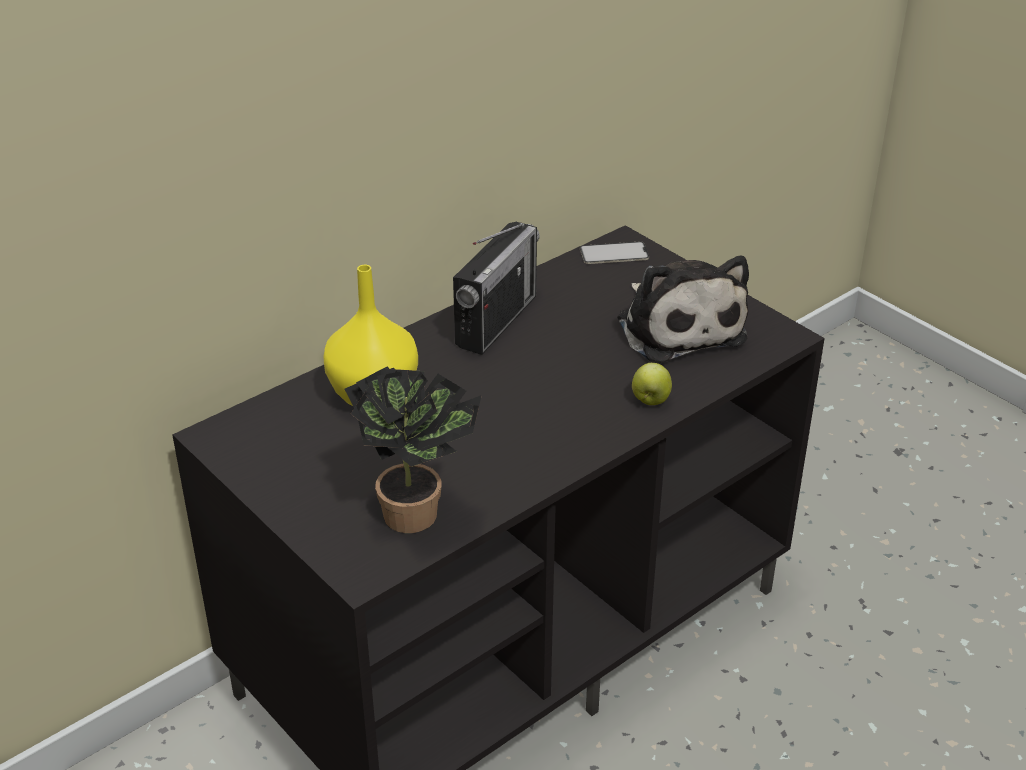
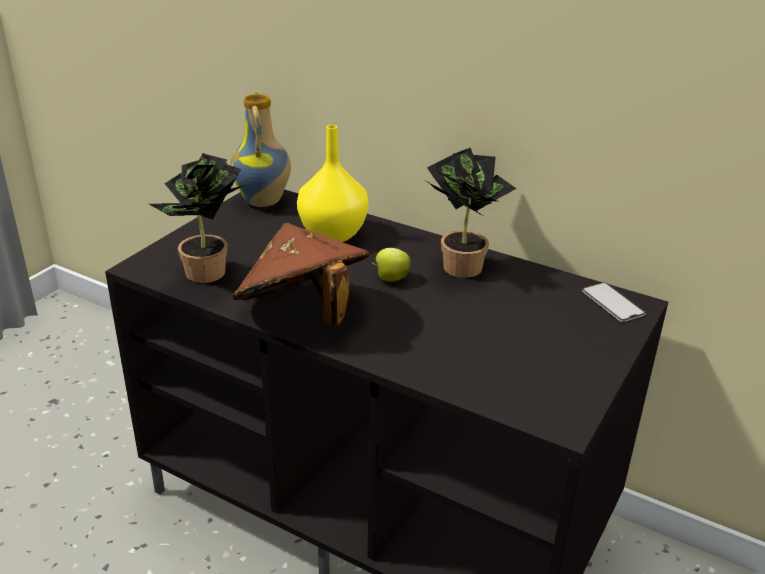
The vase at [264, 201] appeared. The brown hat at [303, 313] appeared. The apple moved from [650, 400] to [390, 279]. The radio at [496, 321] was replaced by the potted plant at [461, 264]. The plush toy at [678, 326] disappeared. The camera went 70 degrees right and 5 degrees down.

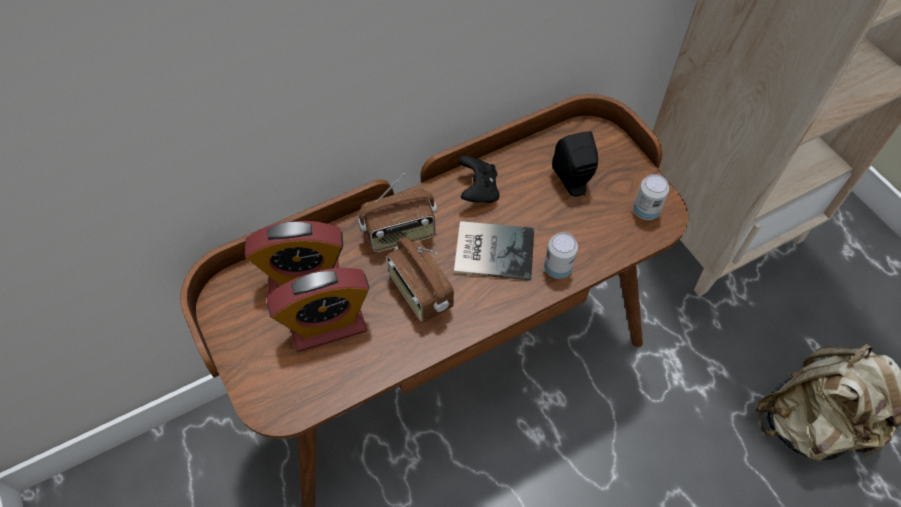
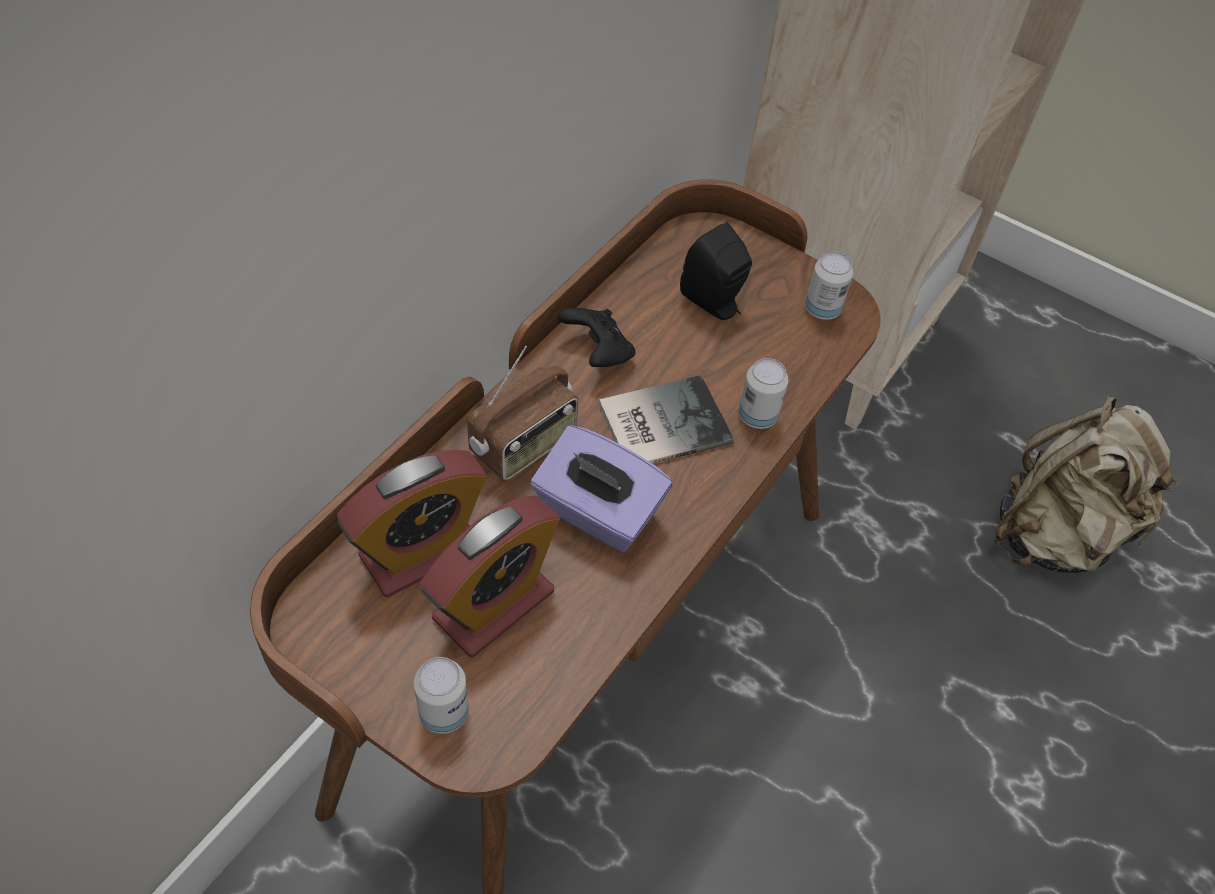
The can at [444, 713] appeared. The radio at [420, 293] was replaced by the purple tissue box at [597, 513]. The camera went 30 degrees left and 5 degrees down.

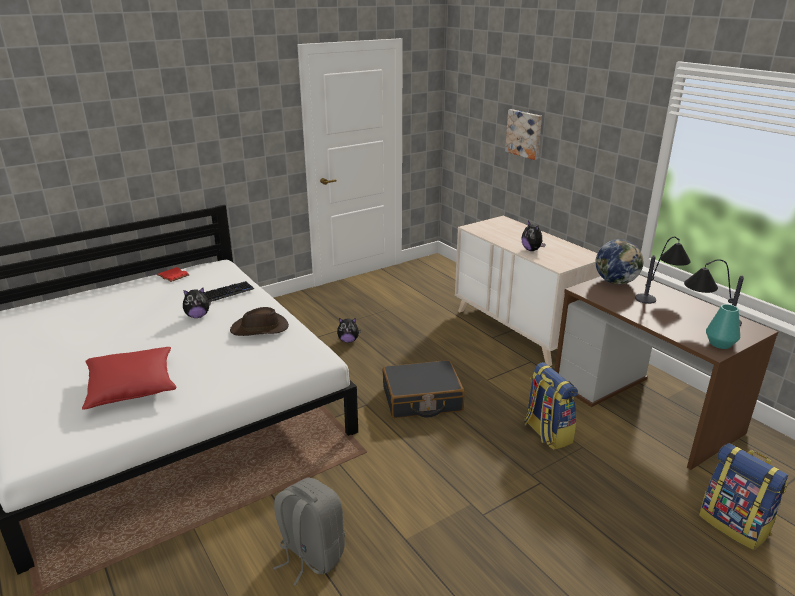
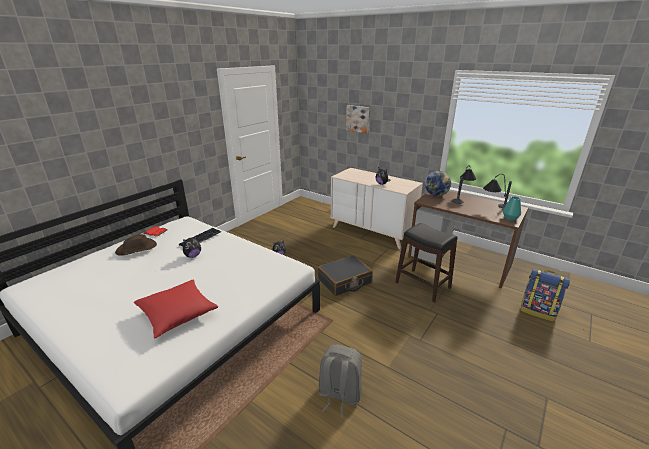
The brown hat moved from [260, 328] to [137, 249]. The backpack at [546, 433] was replaced by the black stool at [422, 285]. The camera went 20 degrees left and 0 degrees up.

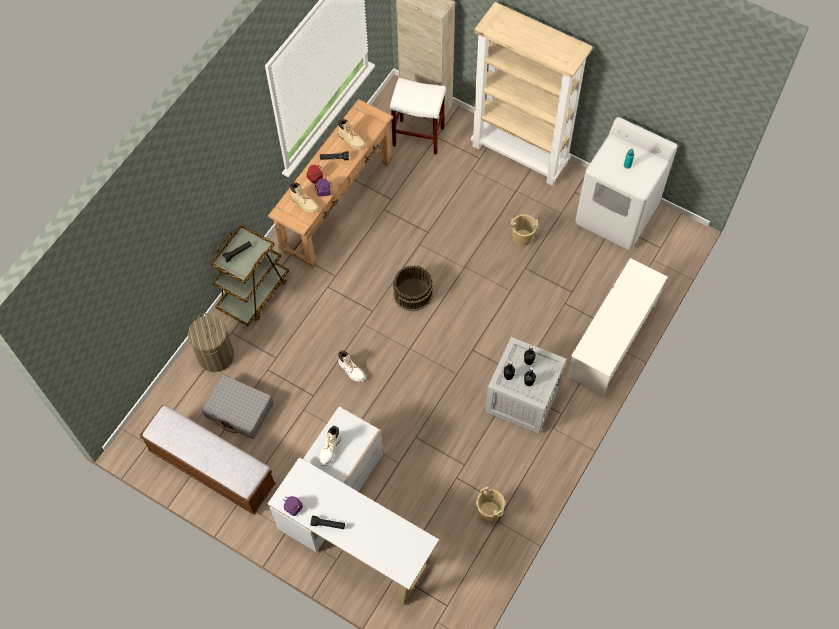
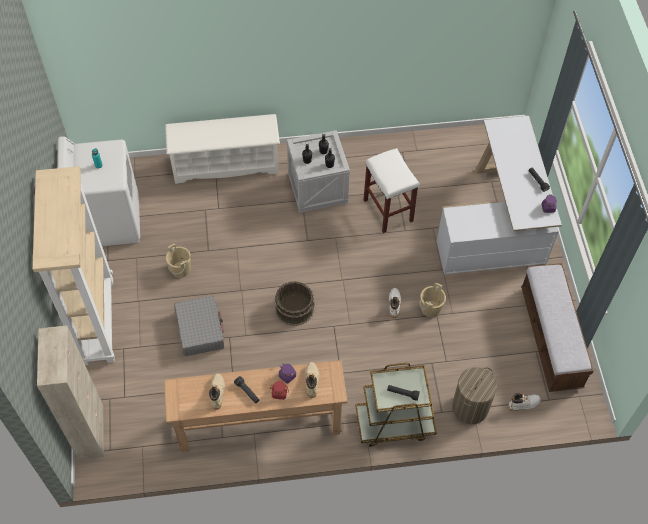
The grey suitcase moved from [239, 410] to [200, 330]. The white stool moved from [419, 136] to [387, 210]. The beige bucket moved from [489, 511] to [430, 308]. The white boot moved from [330, 450] to [523, 404]. The camera went 130 degrees left and 5 degrees down.

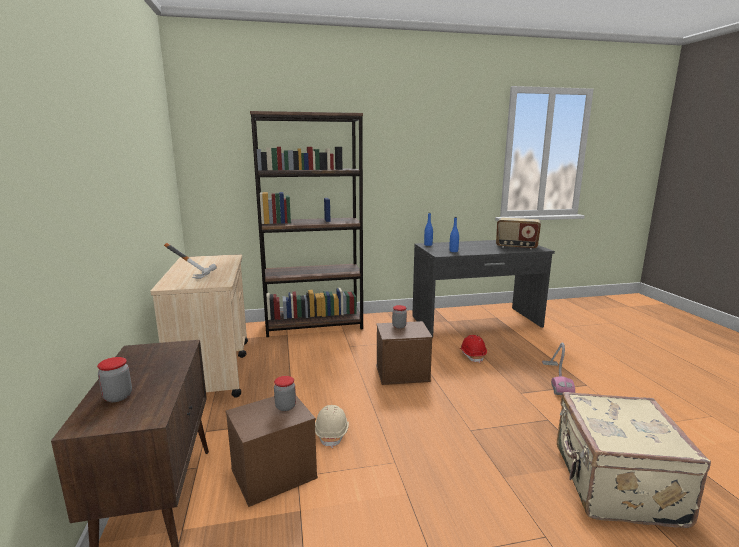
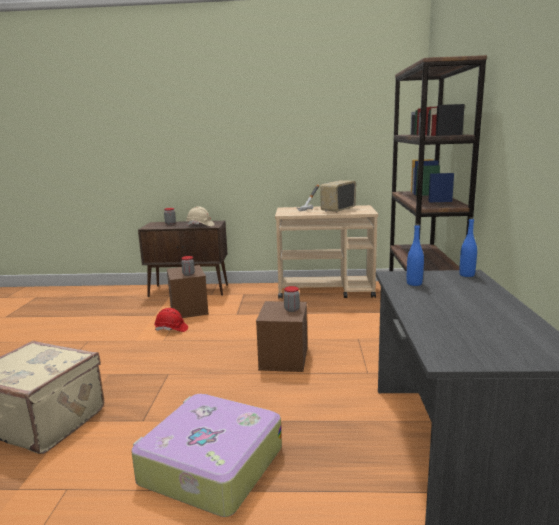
The vacuum cleaner at [556, 378] was replaced by the suitcase at [210, 466]. The red hard hat moved from [472, 355] to [171, 329]. The beige hard hat moved from [332, 433] to [200, 225]. The radio moved from [516, 247] to [338, 210]. The camera went 105 degrees right and 0 degrees up.

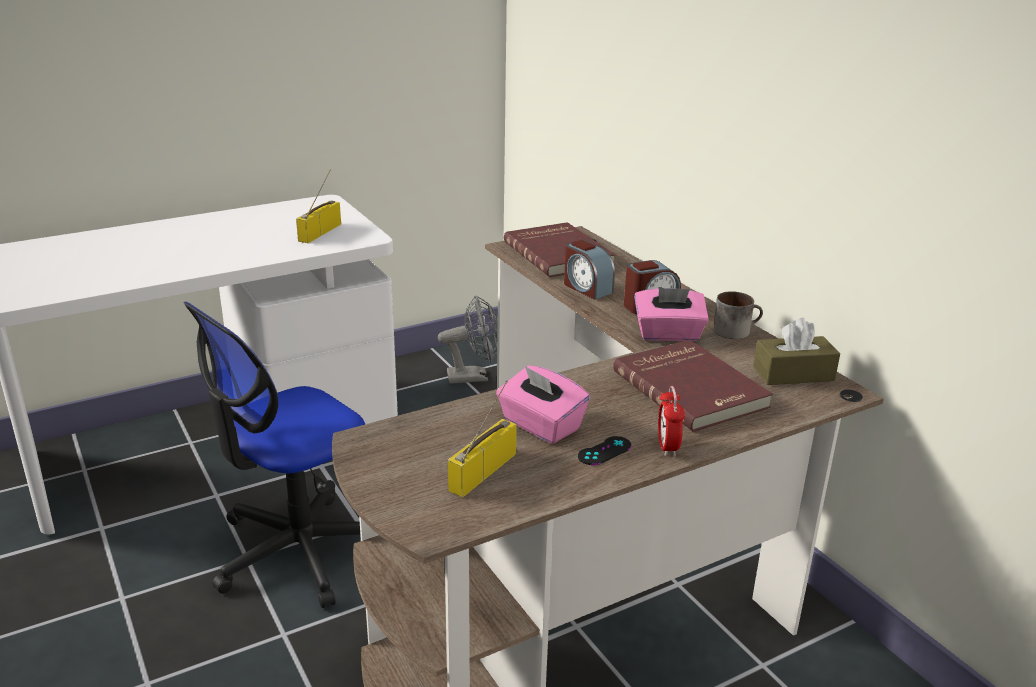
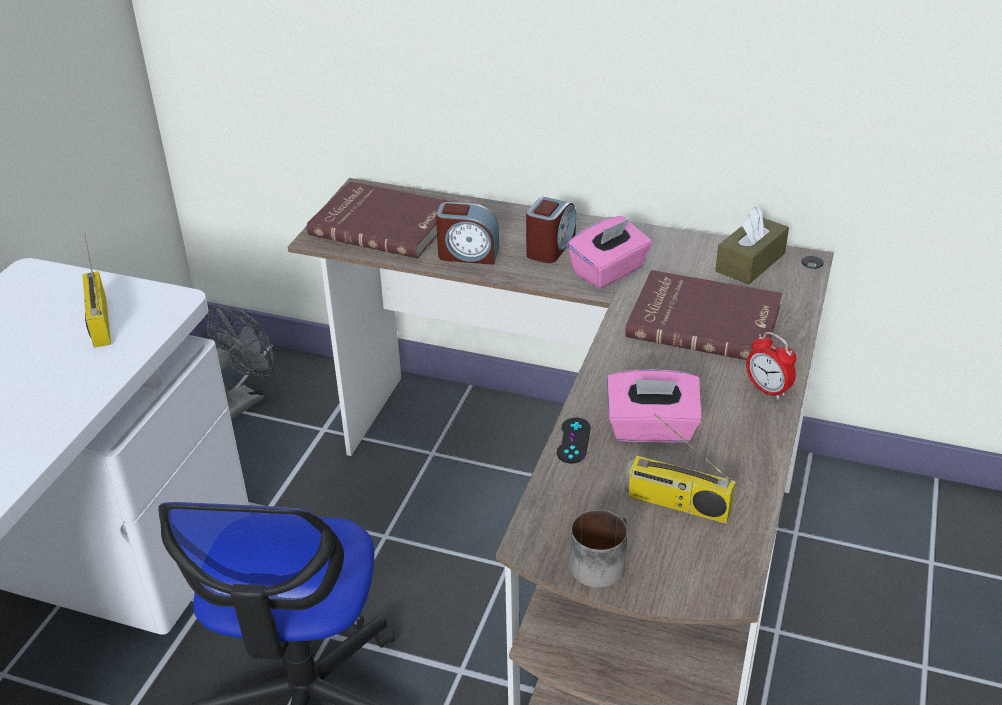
The black game controller moved from [604, 451] to [573, 440]. The mug moved from [735, 330] to [600, 561]. The radio at [483, 470] turned 60 degrees counterclockwise. The camera went 40 degrees left and 10 degrees up.

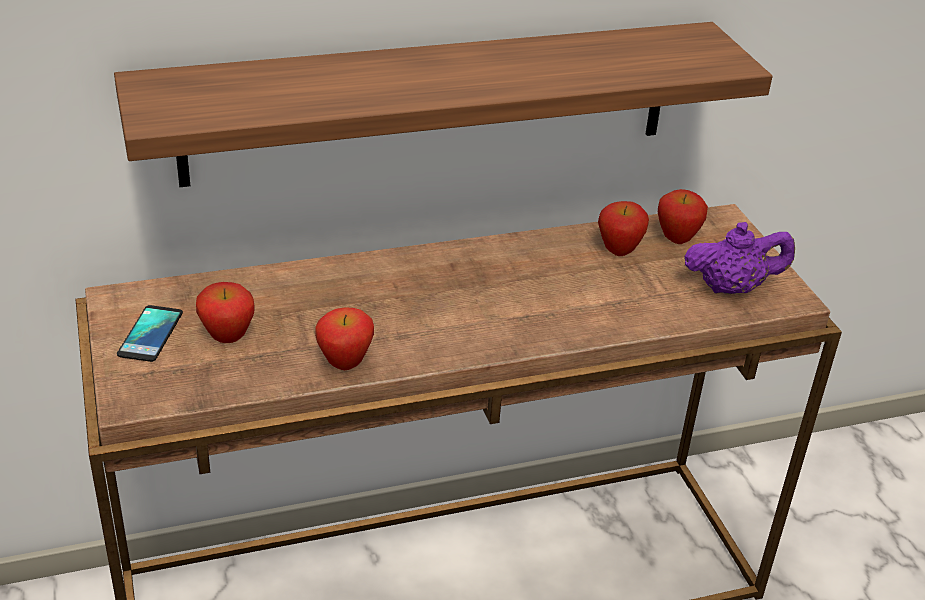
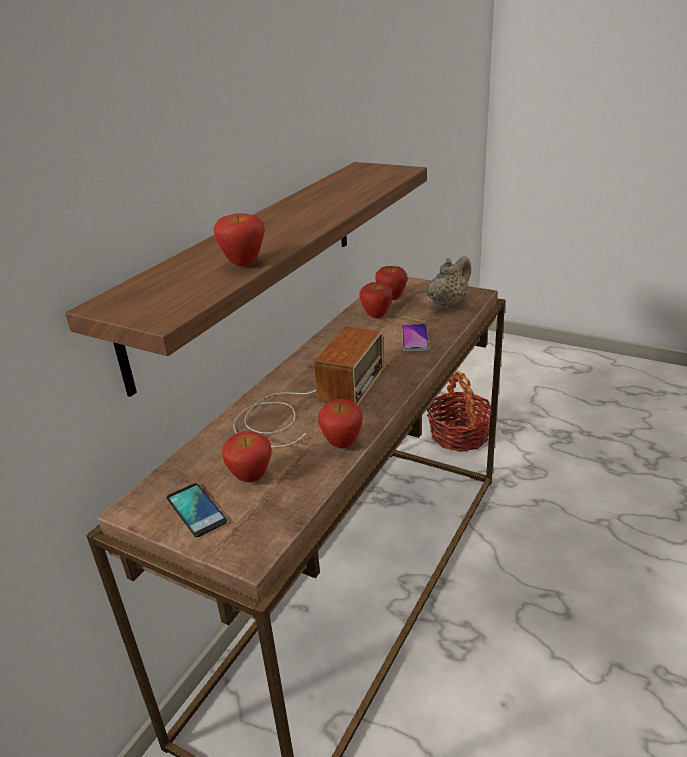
The apple at [244, 264] appeared. The radio at [307, 404] appeared. The phone at [415, 338] appeared. The purple teapot at [731, 288] became the beige teapot at [448, 303]. The basket at [459, 435] appeared. The camera went 40 degrees left and 5 degrees down.

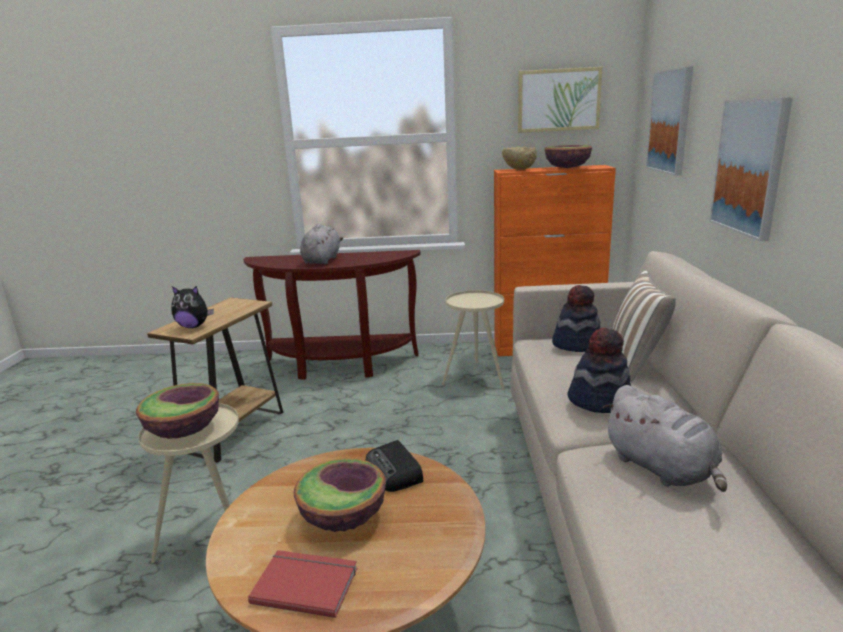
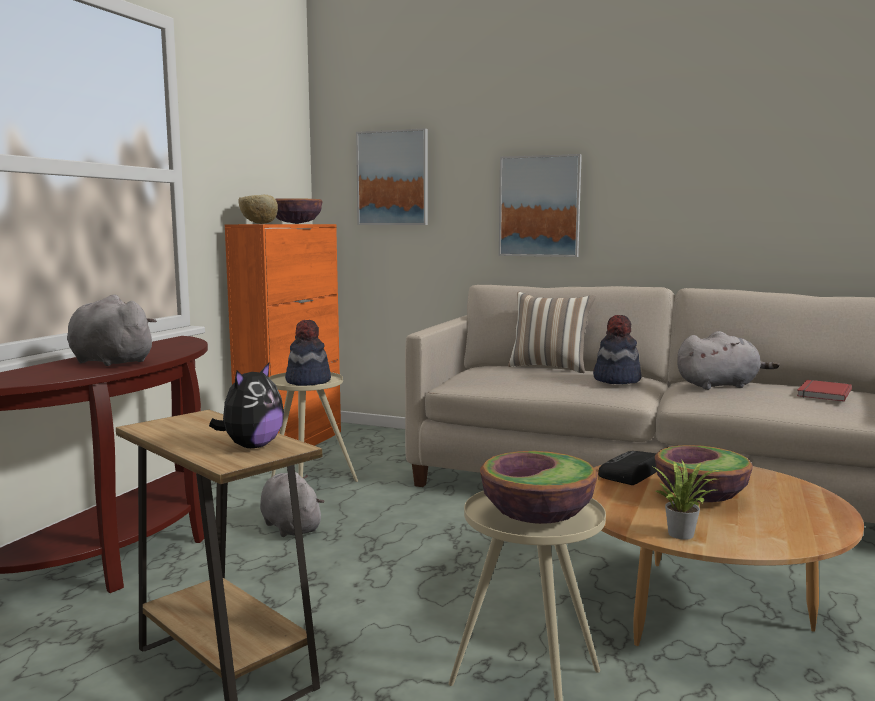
The grey plush toy at [290, 526] appeared. The hat moved from [576, 344] to [307, 381]. The radio at [394, 471] turned 135 degrees clockwise. The potted plant at [683, 533] appeared. The red book moved from [306, 583] to [822, 393]. The picture at [558, 100] disappeared. The camera went 70 degrees left and 10 degrees down.

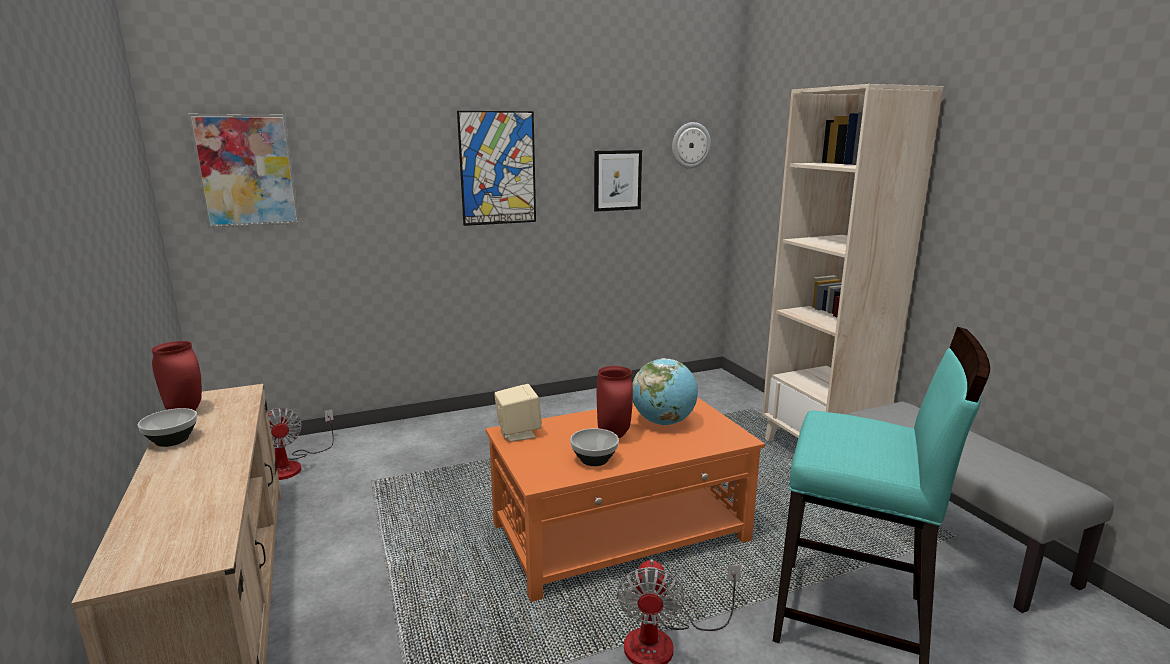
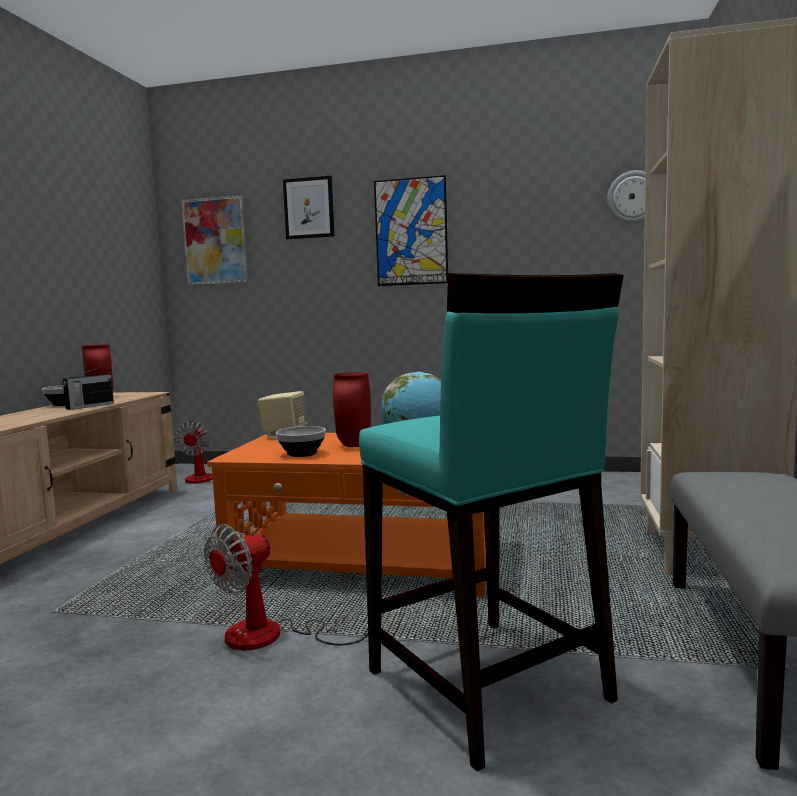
The radio at [89, 406] appeared. The picture moved from [617, 180] to [309, 208]. The camera went 35 degrees right and 10 degrees down.

